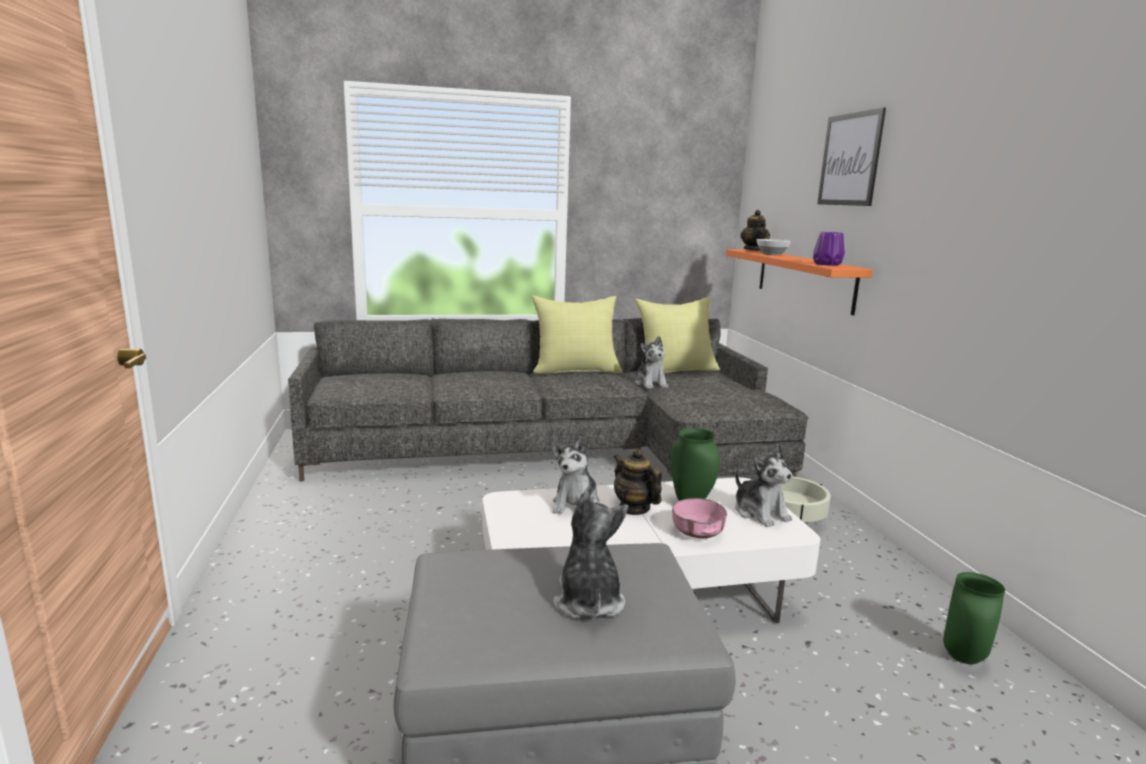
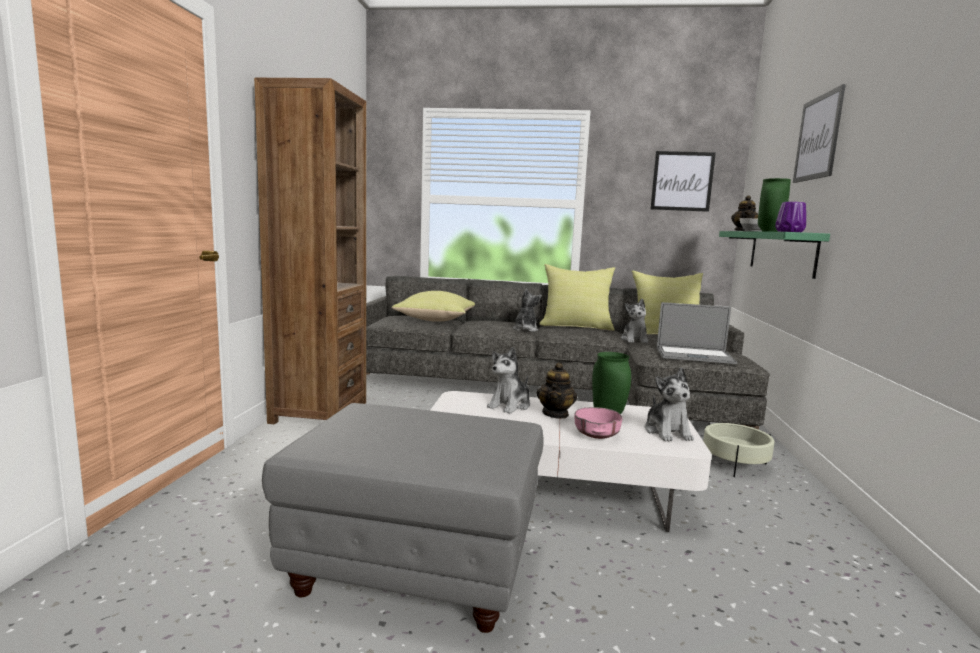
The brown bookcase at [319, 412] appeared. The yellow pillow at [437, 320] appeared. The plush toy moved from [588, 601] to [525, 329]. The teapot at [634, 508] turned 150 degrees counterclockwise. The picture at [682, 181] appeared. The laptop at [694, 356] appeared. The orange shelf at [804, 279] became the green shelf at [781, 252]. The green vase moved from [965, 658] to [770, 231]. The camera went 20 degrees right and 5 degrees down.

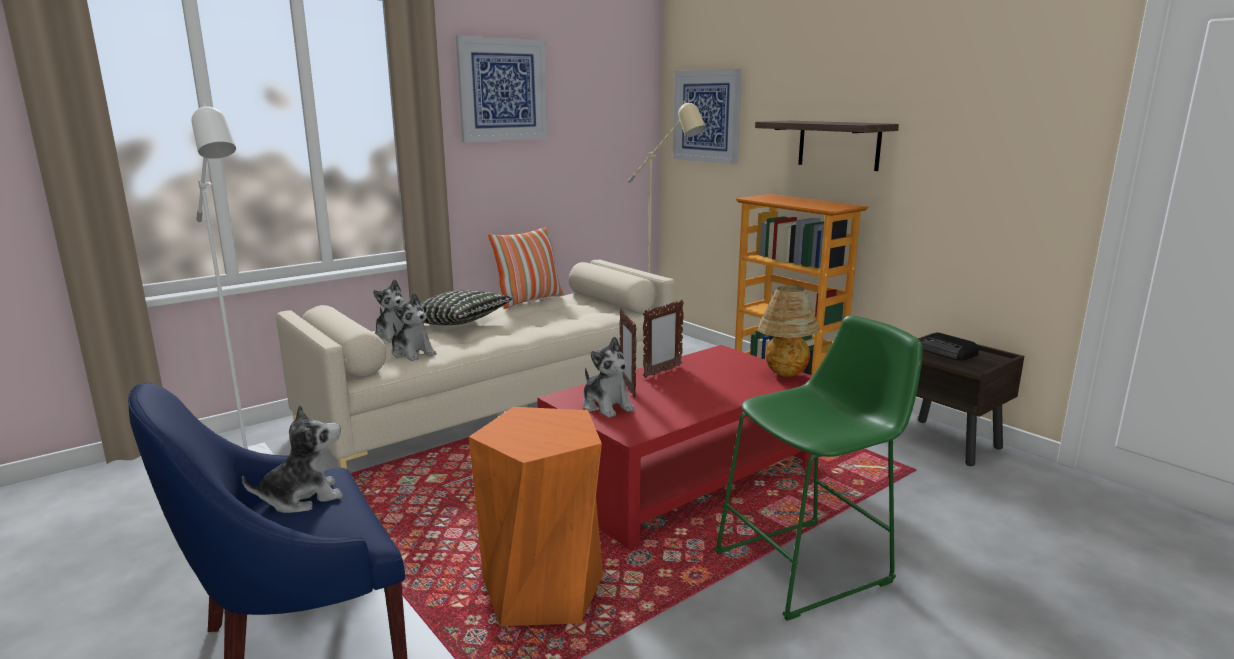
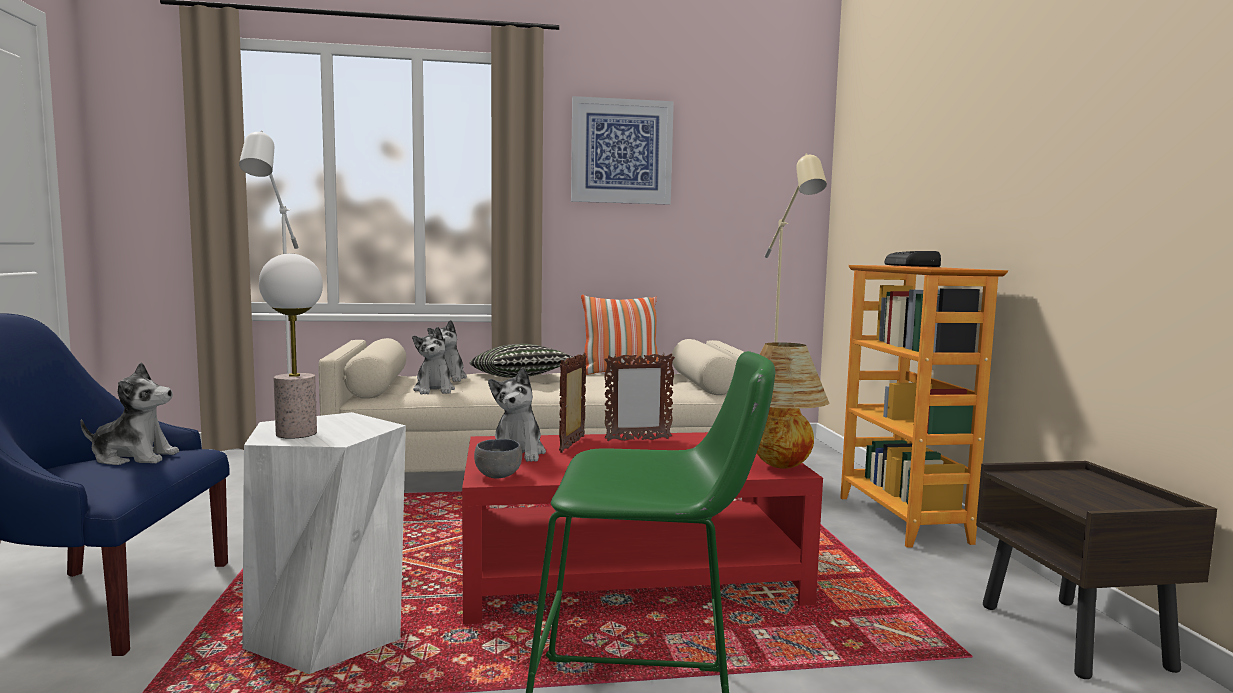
The orange stool at [543, 591] became the white stool at [328, 634]. The table lamp at [297, 433] appeared. The grey bowl at [499, 476] appeared. The radio moved from [947, 352] to [912, 266]. The picture at [707, 116] disappeared. The shelf at [838, 145] disappeared. The camera went 30 degrees right and 10 degrees down.

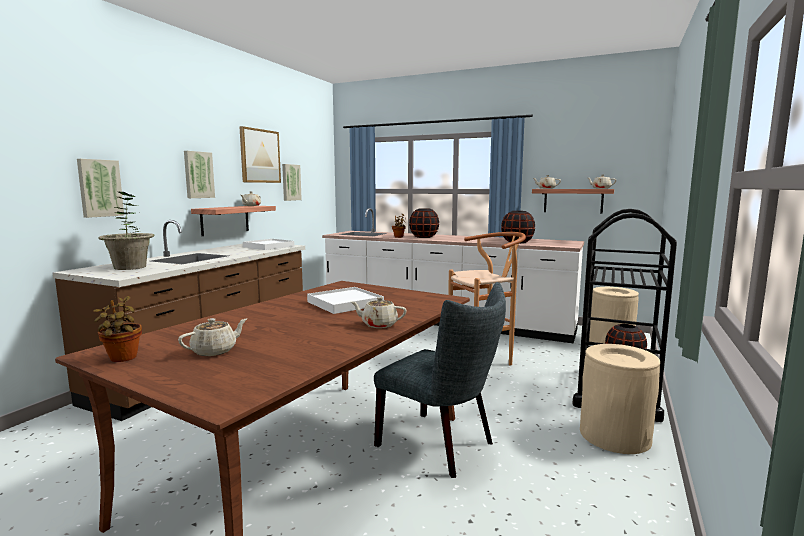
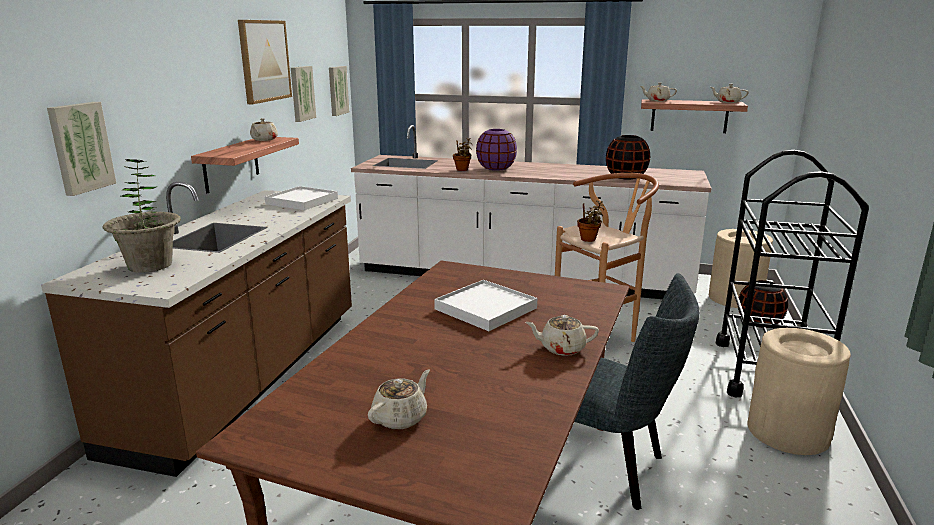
The picture moved from [198, 175] to [337, 90]. The black vase at [424, 237] became the purple vase at [496, 168]. The potted plant moved from [122, 359] to [589, 240]. The camera went 10 degrees left and 10 degrees up.

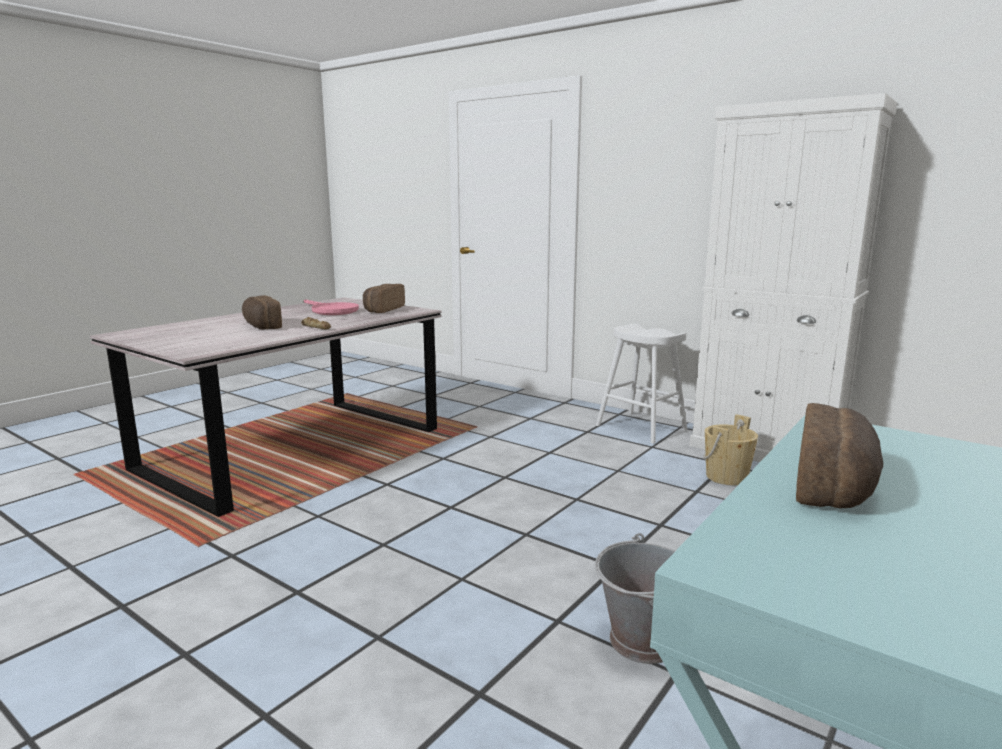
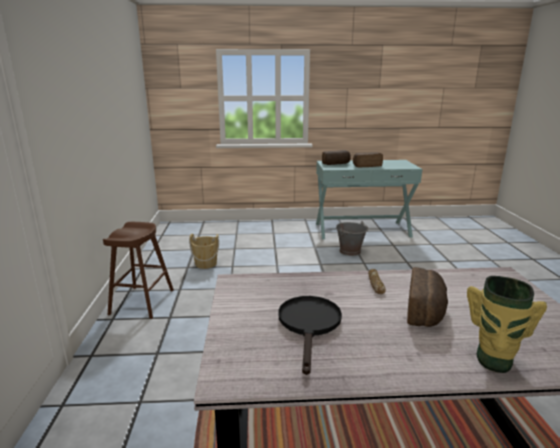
The white stool at [641, 427] became the brown stool at [142, 302]. The pink frying pan at [331, 311] became the black frying pan at [309, 325]. The bread moved from [382, 309] to [336, 164]. The vase at [493, 361] appeared. The white cabinet at [766, 451] disappeared. The camera went 130 degrees left and 5 degrees up.

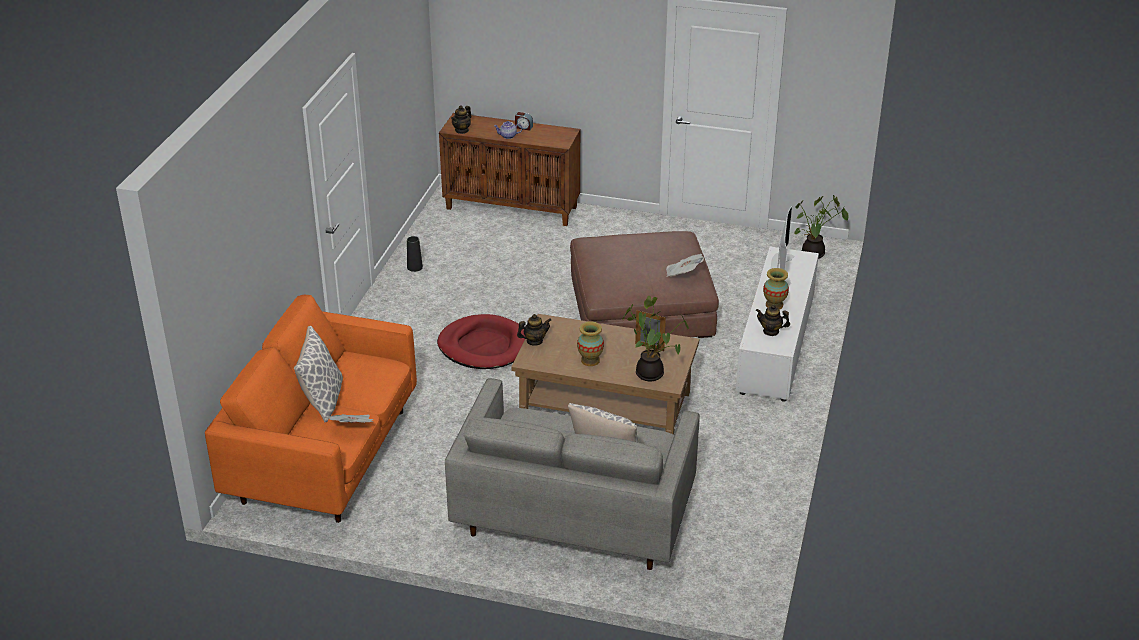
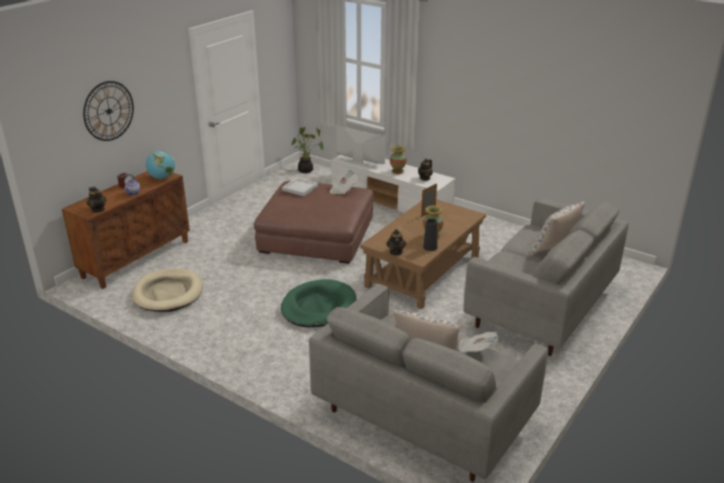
The wall clock at [109, 111] appeared. The beige dog bed at [168, 293] appeared. The globe at [162, 178] appeared. The red dog bed at [484, 346] became the green dog bed at [318, 307]. The white tray at [300, 188] appeared. The orange sofa at [324, 456] became the grey sofa at [423, 417]. The black vase moved from [414, 267] to [430, 247]. The potted plant at [651, 373] disappeared. The camera went 70 degrees left and 5 degrees down.

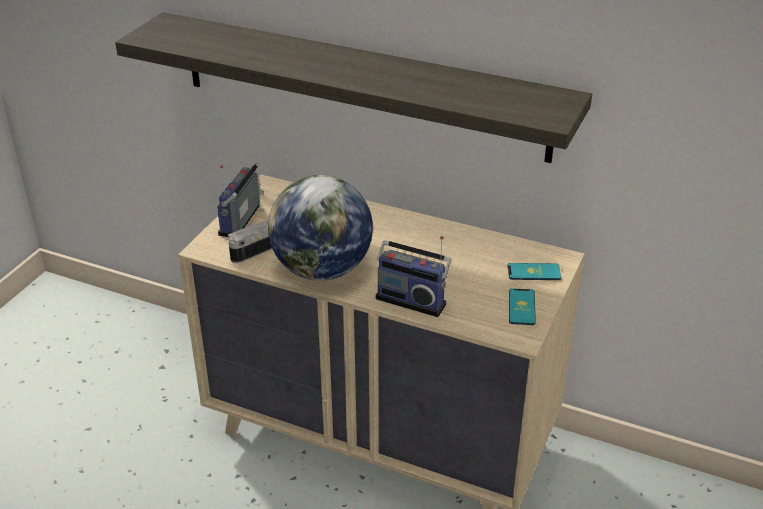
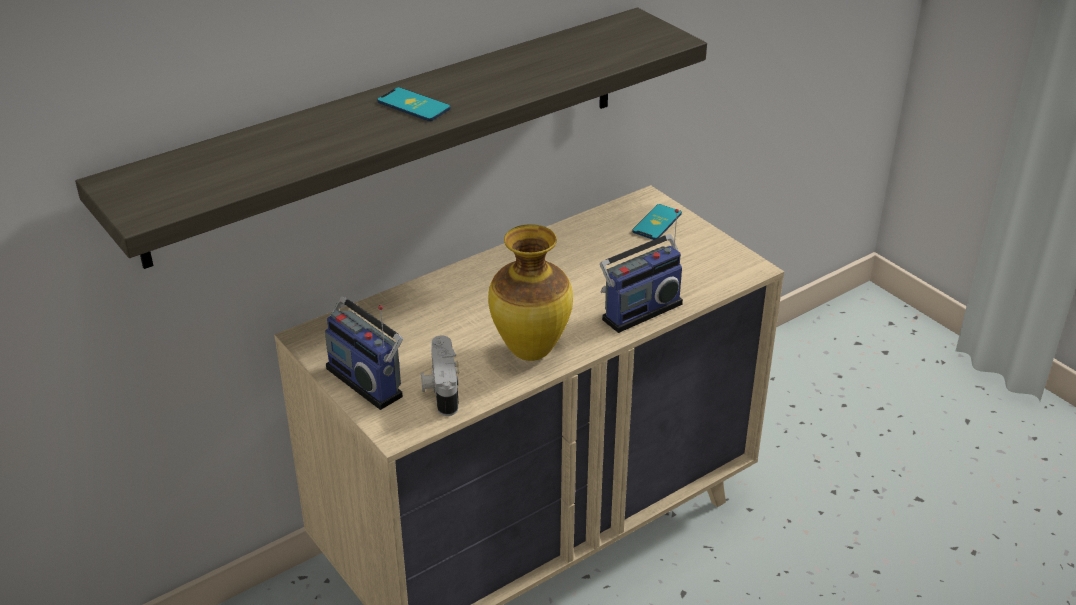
The phone moved from [521, 307] to [413, 105]. The globe at [322, 270] was replaced by the vase at [531, 352]. The camera went 60 degrees left and 0 degrees up.

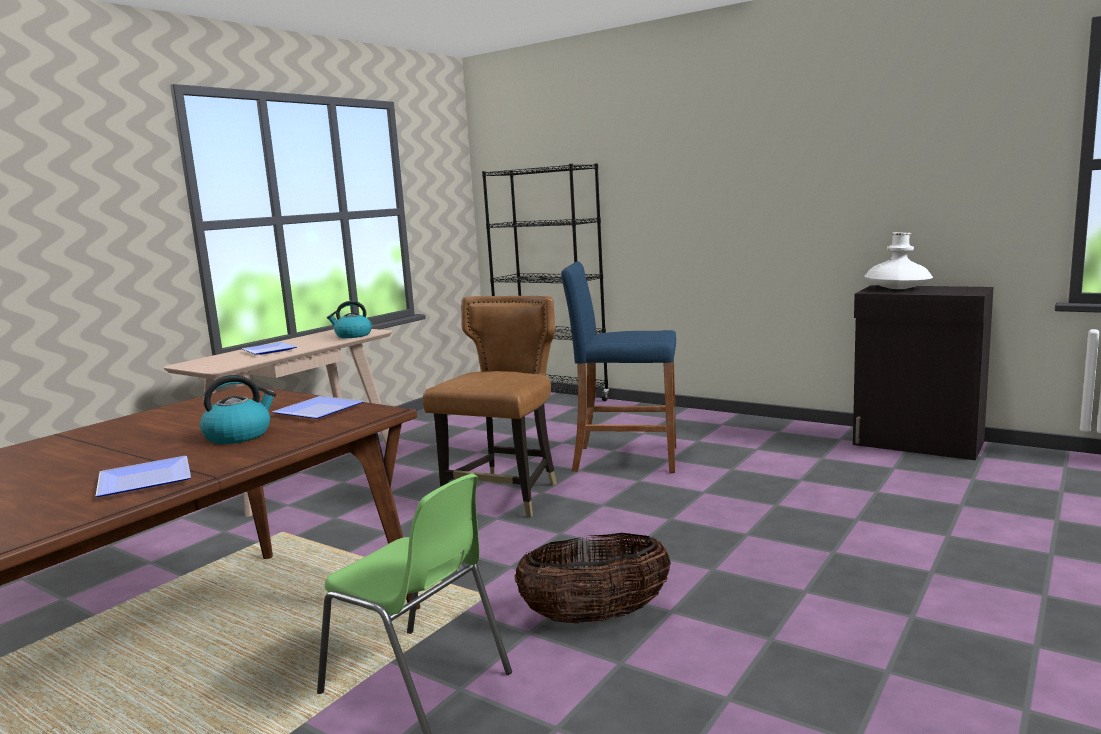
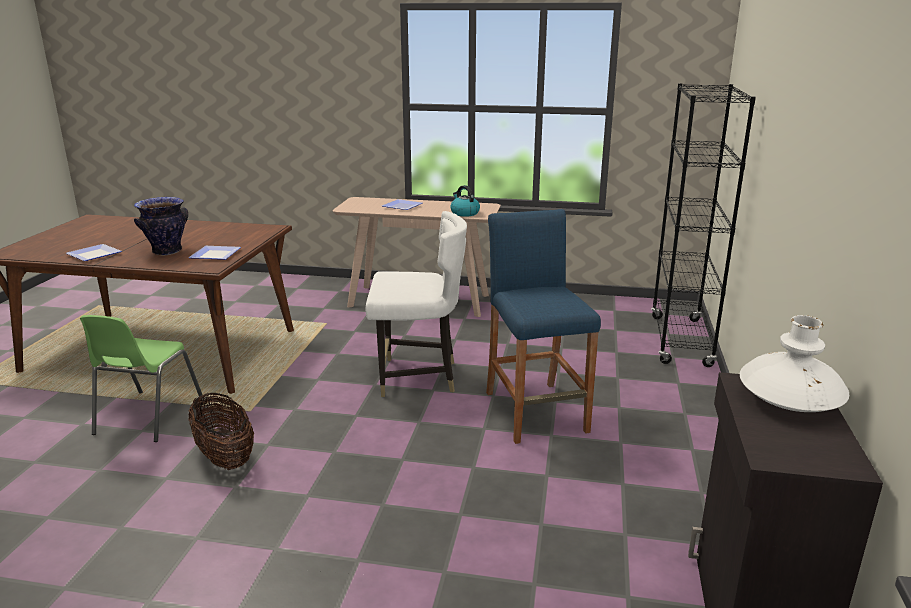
The kettle at [239, 435] was replaced by the vase at [167, 251]. The brown chair at [505, 496] became the white chair at [418, 377]. The camera went 65 degrees right and 10 degrees up.

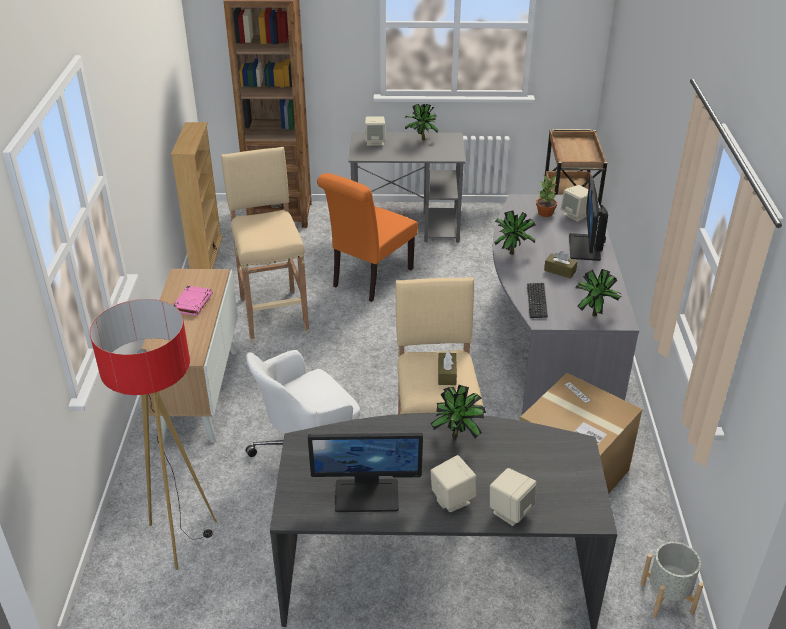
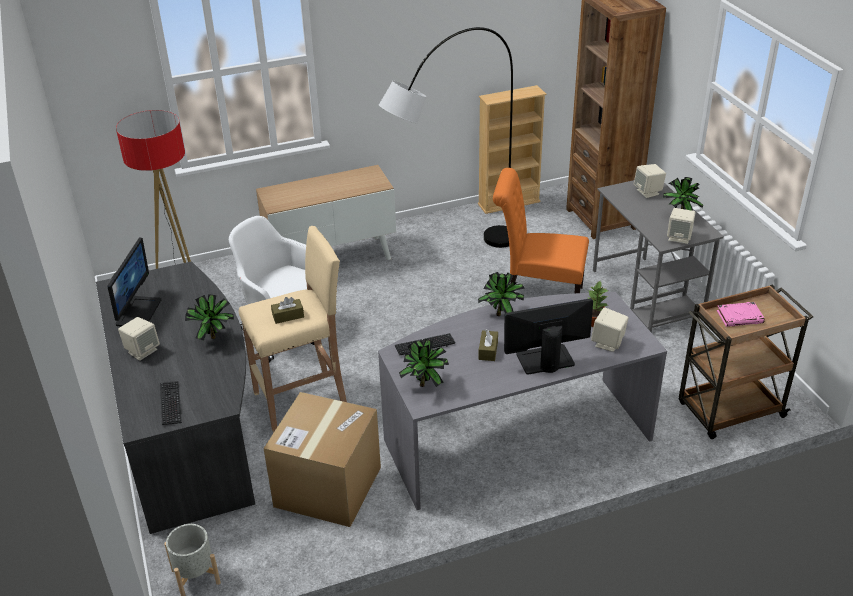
The monitor at [367, 494] turned 150 degrees counterclockwise. The keyboard at [170, 404] appeared. The beige stool at [273, 313] was replaced by the grey floor lamp at [451, 260]. The beige speaker moved from [510, 511] to [679, 237]. The pink book moved from [192, 303] to [740, 317]. The camera went 70 degrees right and 0 degrees up.

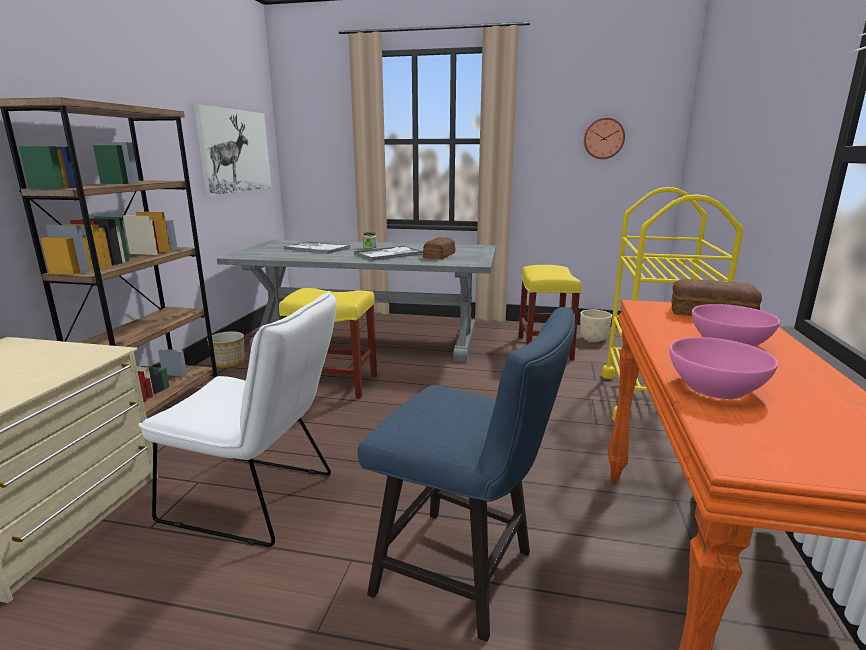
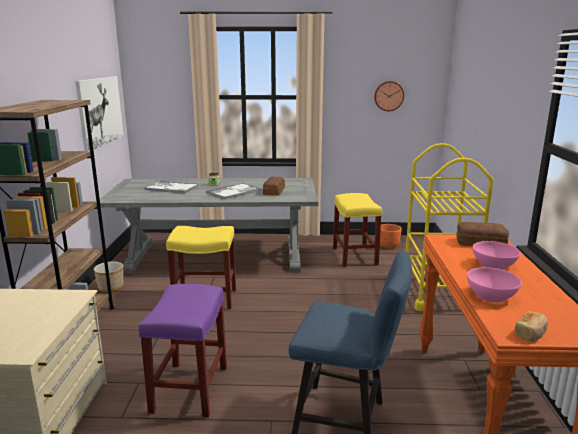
The white chair at [258, 499] was replaced by the purple stool at [190, 390]. The beige planter at [593, 339] became the orange planter at [389, 246]. The bread at [531, 333] appeared. The camera went 10 degrees left and 0 degrees up.

